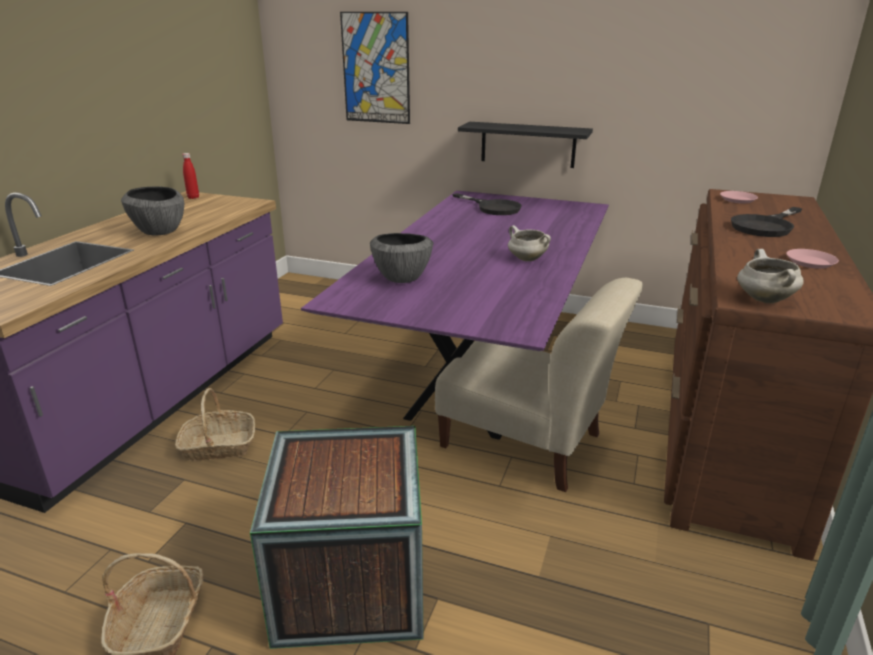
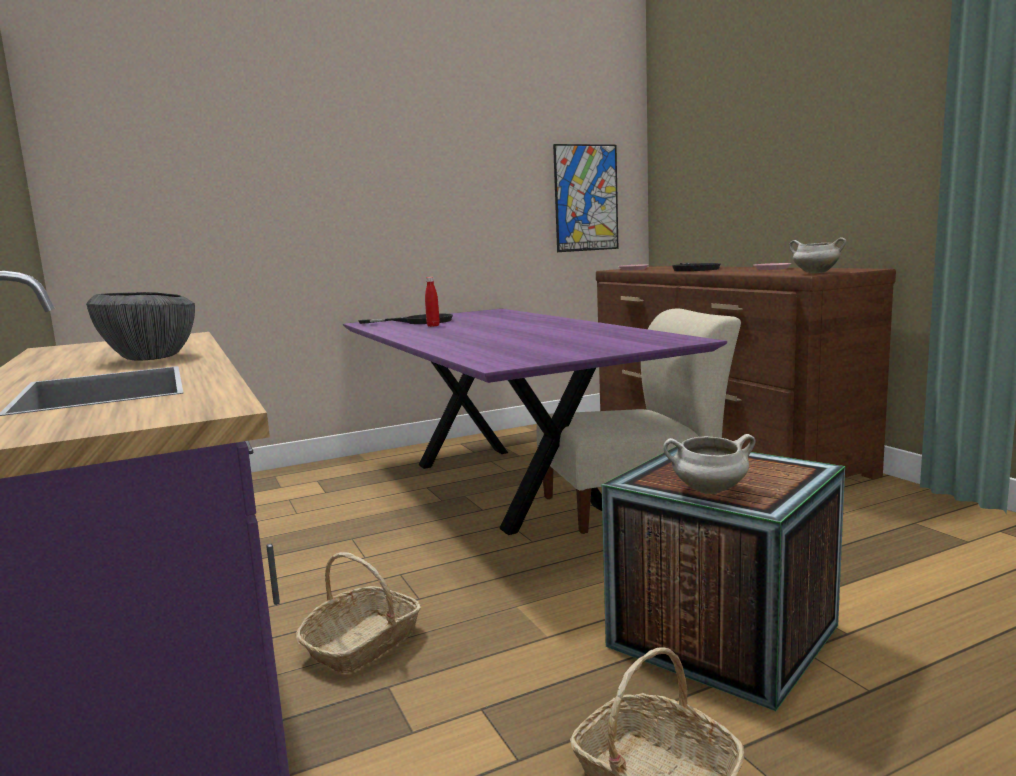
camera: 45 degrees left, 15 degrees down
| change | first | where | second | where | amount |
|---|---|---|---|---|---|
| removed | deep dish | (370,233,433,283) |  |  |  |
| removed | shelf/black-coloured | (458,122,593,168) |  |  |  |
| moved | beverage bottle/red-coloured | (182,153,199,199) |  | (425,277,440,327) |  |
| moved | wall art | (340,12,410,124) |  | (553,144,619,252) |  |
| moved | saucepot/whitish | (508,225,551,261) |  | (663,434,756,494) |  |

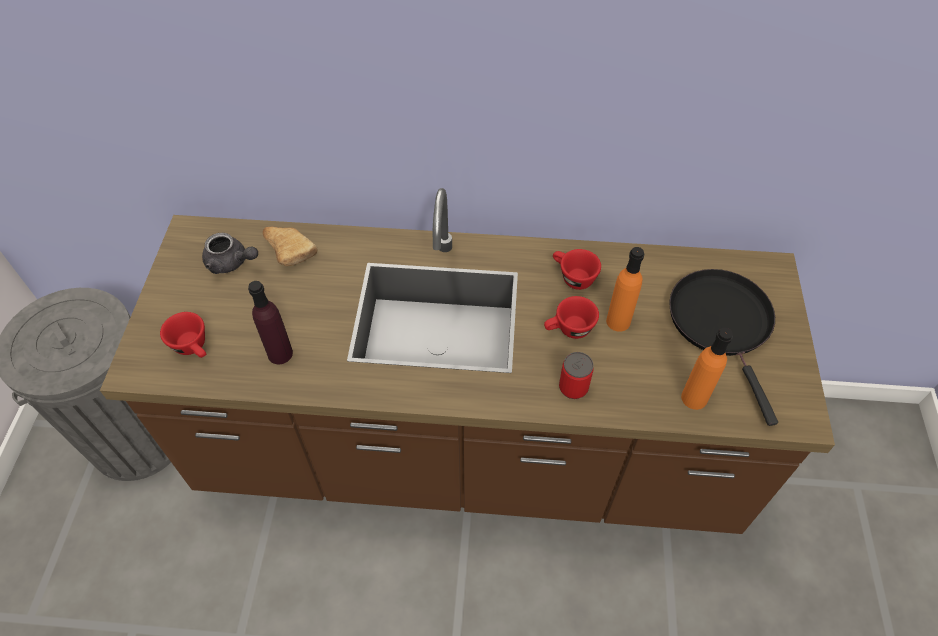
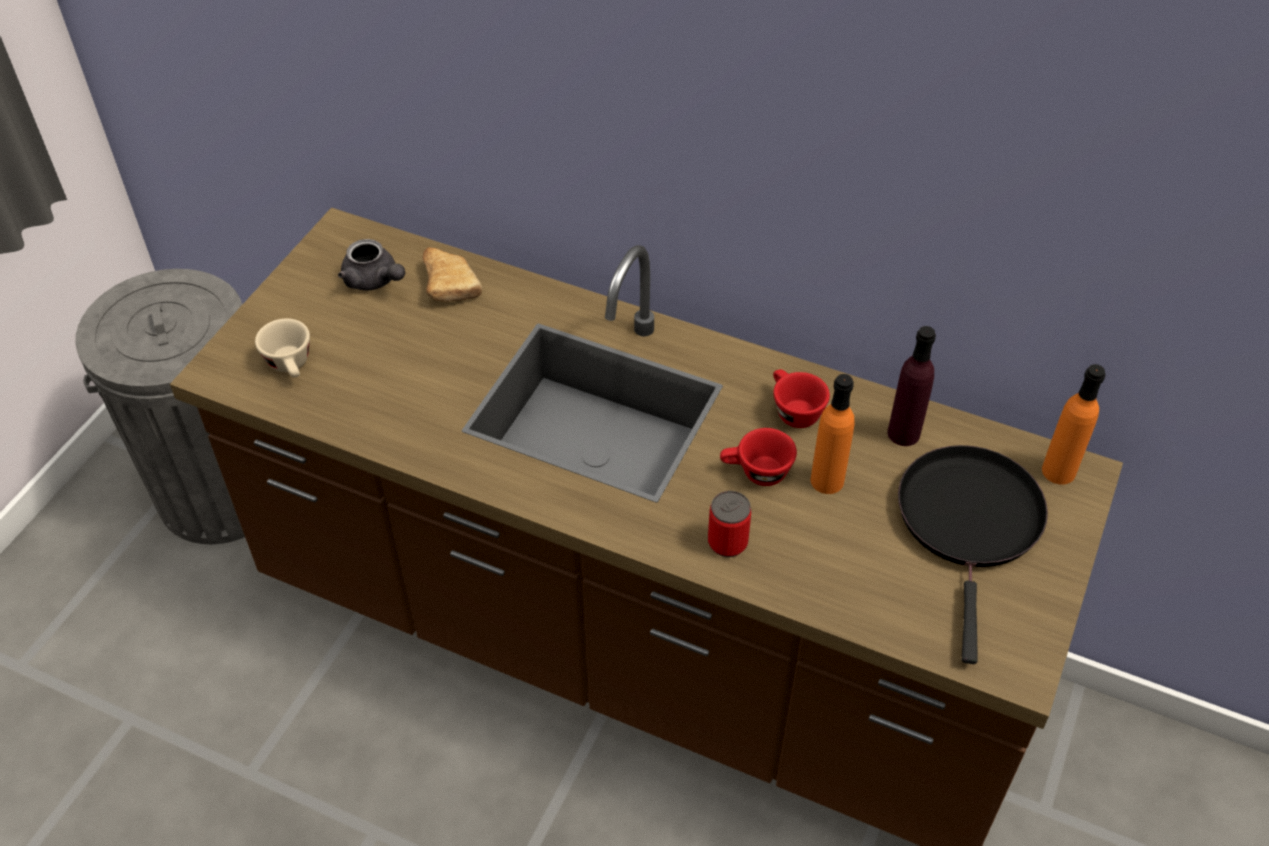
camera: 20 degrees right, 5 degrees down
| change | first | where | second | where | amount |
|---|---|---|---|---|---|
| moved | beverage bottle/purple | (248,281,293,364) |  | (887,326,936,446) |  |
| moved | beverage bottle/orange | (681,328,733,410) |  | (1042,364,1105,485) |  |
| recoloured | cup/red-coloured | (160,312,206,358) | cup/beige-coloured | (255,318,310,377) |  |

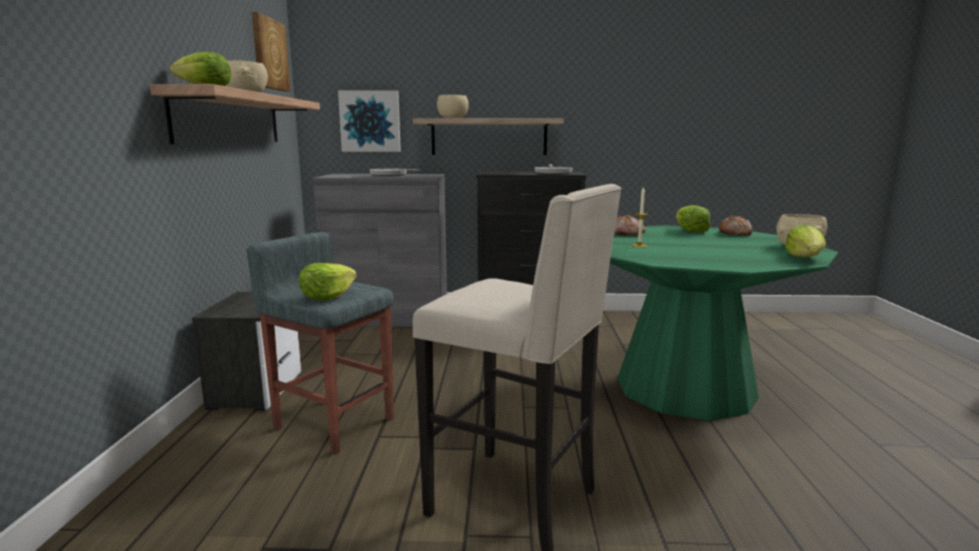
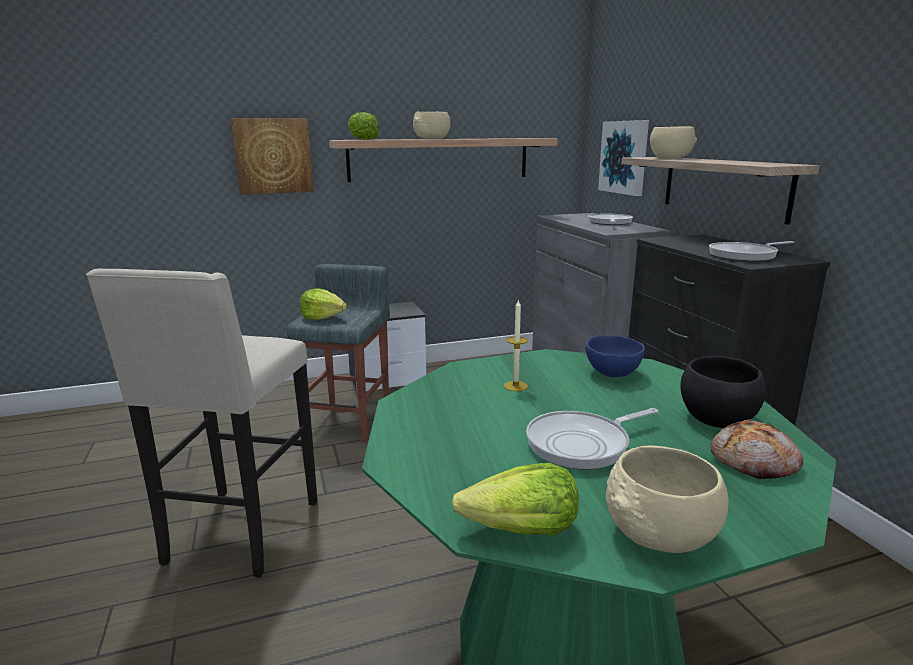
camera: 70 degrees right, 5 degrees up
| change | first | where | second | where | amount |
|---|---|---|---|---|---|
| added |  |  | skillet | (526,408,659,469) |  |
| moved | wall art | (252,12,290,92) |  | (231,118,314,194) |  |
| replaced | bread | (614,214,646,236) | deep dish/bluish | (586,335,645,377) |  |
| replaced | lettuce | (676,205,710,233) | deep dish/black-coloured | (680,356,766,428) |  |

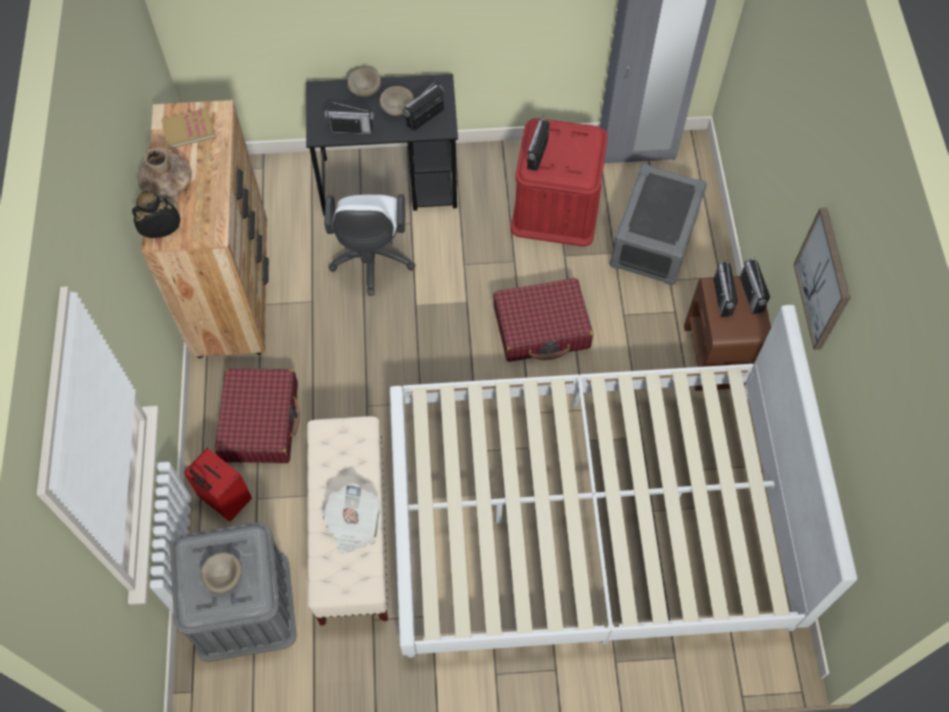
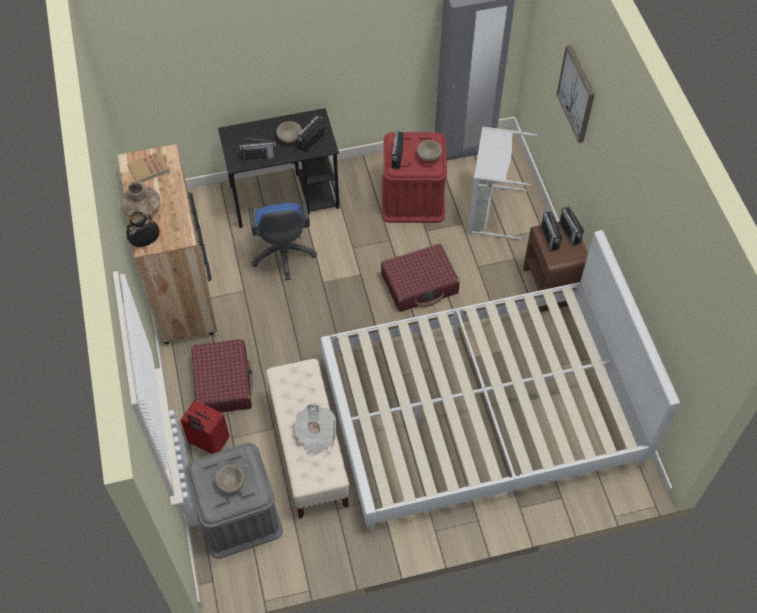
camera: 10 degrees left, 5 degrees down
| change | first | where | second | where | amount |
|---|---|---|---|---|---|
| moved | deep dish/beige-coloured | (347,67,381,97) |  | (417,140,442,161) |  |
| moved | wall art | (794,207,851,350) |  | (556,45,595,143) |  |
| replaced | storage box/grey | (610,164,707,285) | laundry basket/grey | (468,126,537,240) |  |
| recoloured | office chair/whitish | (324,194,416,296) | office chair/bluish | (248,199,317,280) |  |

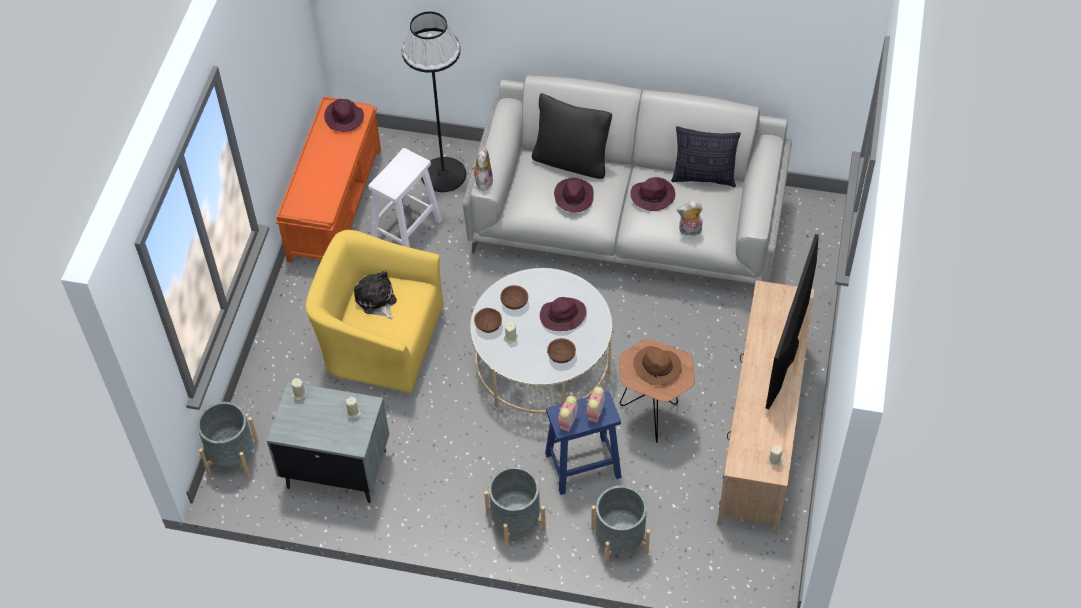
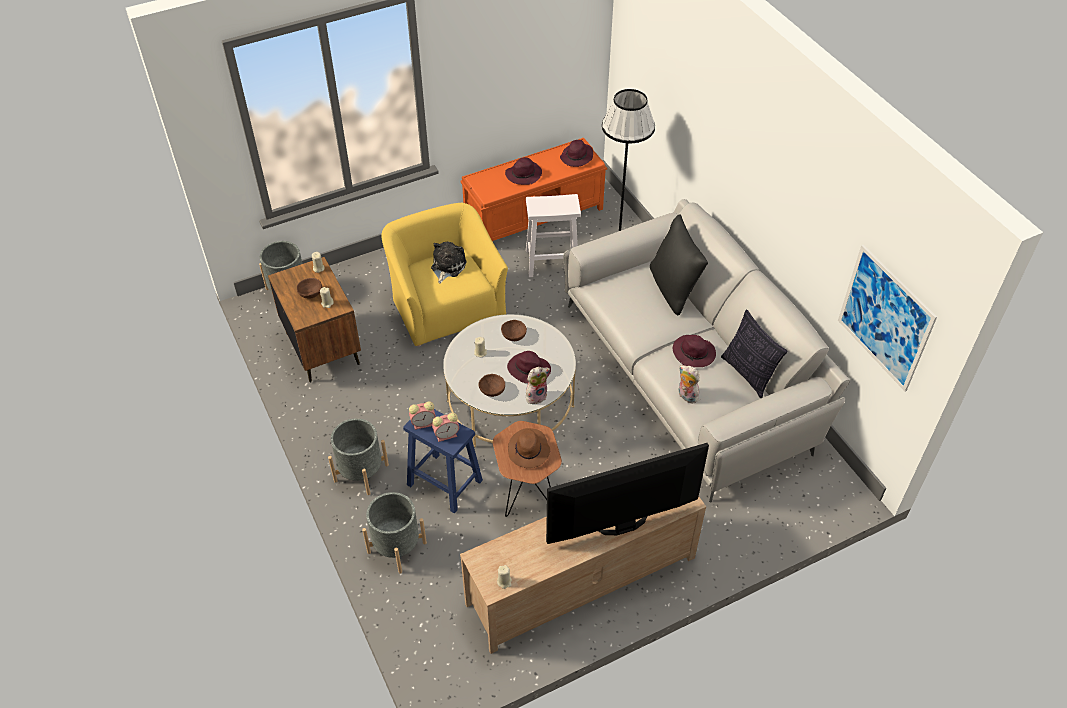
camera: 50 degrees right, 5 degrees down
| change | first | where | second | where | amount |
|---|---|---|---|---|---|
| added |  |  | wall art | (838,245,937,391) |  |
| moved | plush toy | (472,147,493,191) |  | (526,367,550,404) |  |
| moved | deep dish/brown | (474,308,502,333) |  | (297,278,322,299) |  |
| moved | hat/purple | (554,178,594,213) |  | (505,157,542,185) |  |
| recoloured | nightstand/grey | (267,382,389,503) | nightstand/brown | (268,257,361,383) |  |

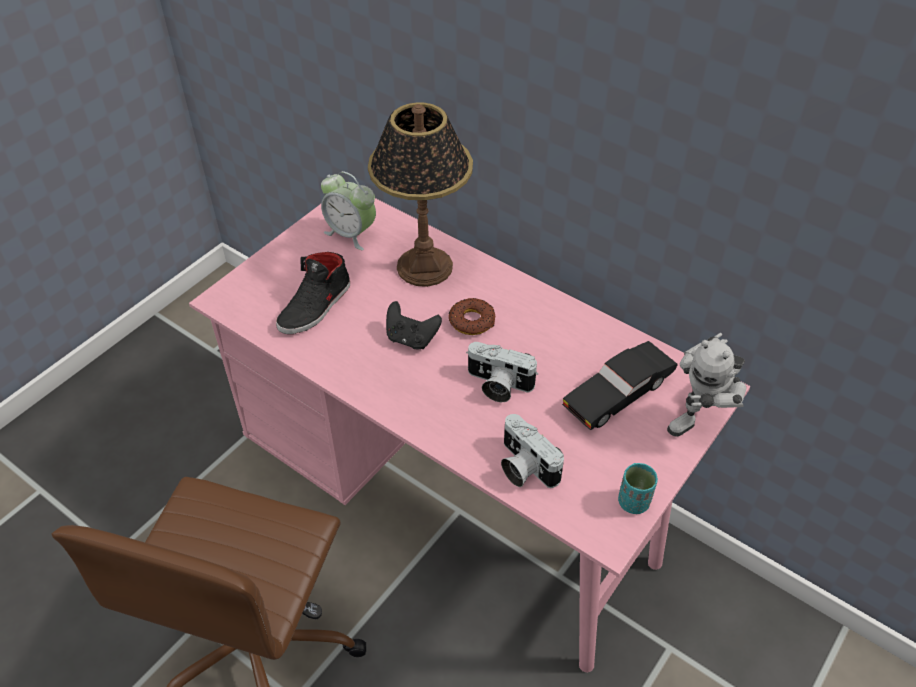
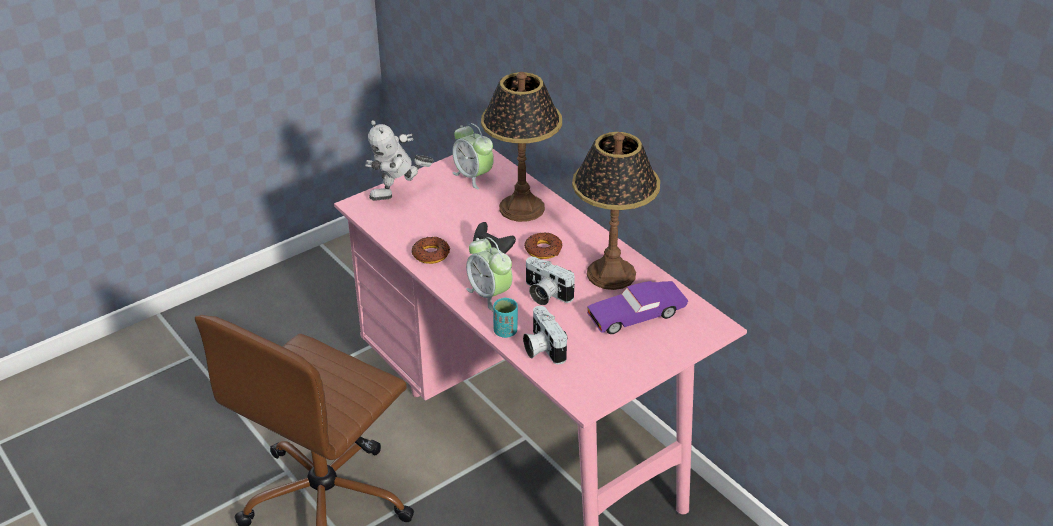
camera: 15 degrees right, 10 degrees down
| change | first | where | second | where | amount |
|---|---|---|---|---|---|
| removed | shoe/black-coloured | (276,252,350,334) |  |  |  |
| added |  |  | doughnut | (412,237,450,264) |  |
| added |  |  | bedside clock | (466,237,513,311) |  |
| added |  |  | tabletop lamp | (572,132,660,290) |  |
| moved | cup/turquoise | (618,463,658,514) |  | (493,297,518,338) |  |
| moved | robot figure | (667,333,746,436) |  | (365,120,434,201) |  |
| recoloured | toy car/black-coloured | (562,341,678,430) | toy car/purple | (587,281,688,334) |  |

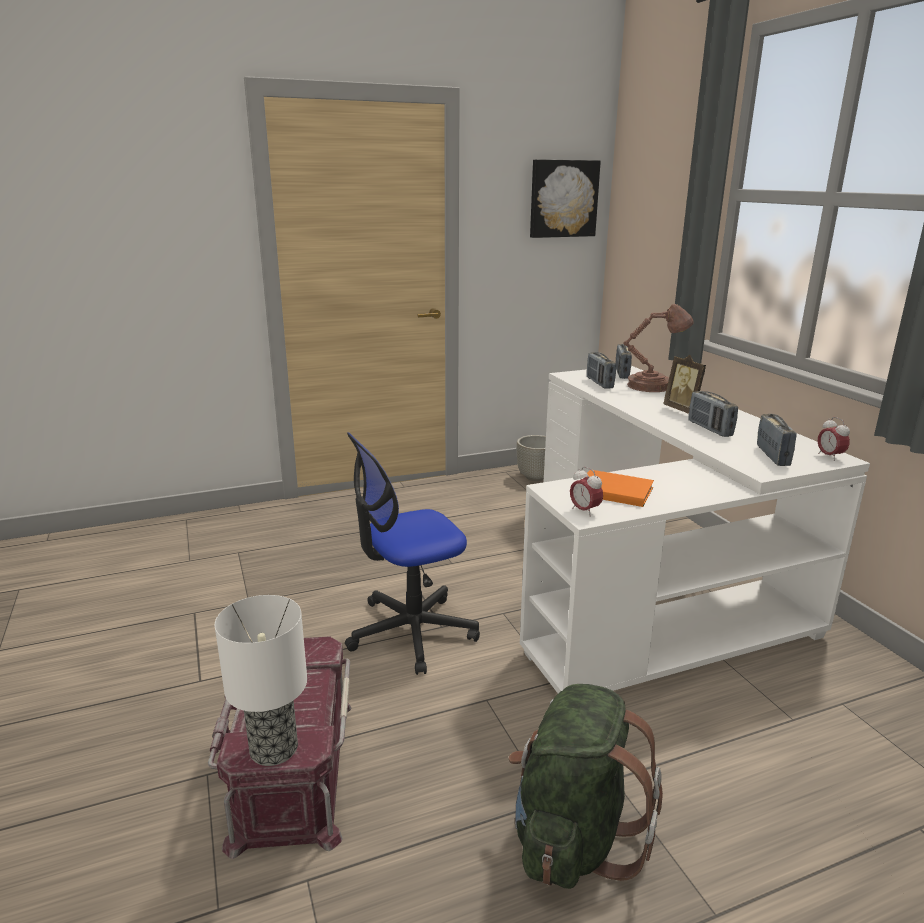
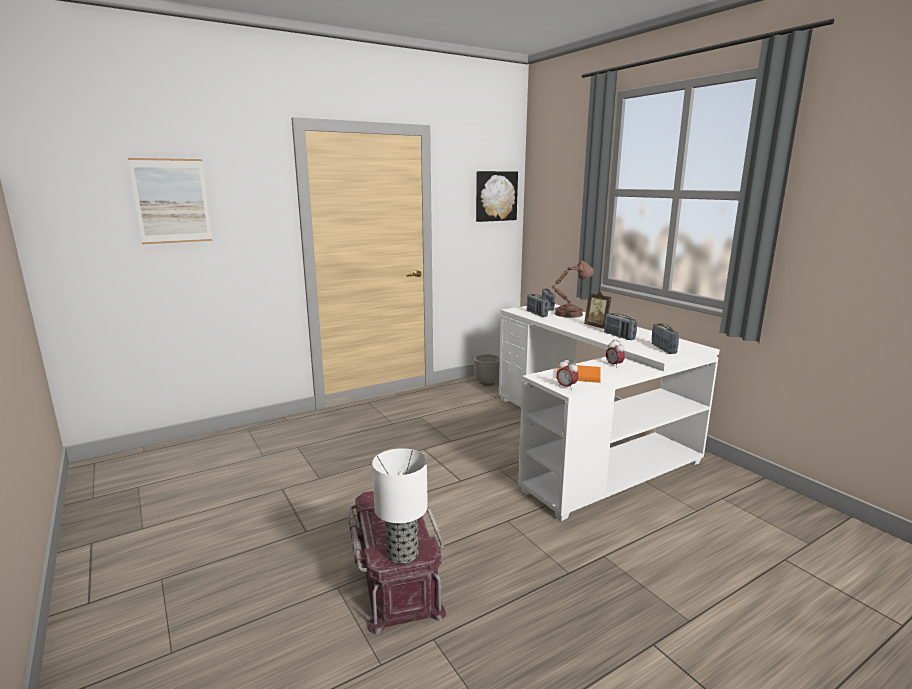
camera: 10 degrees left, 5 degrees down
| change | first | where | second | where | amount |
|---|---|---|---|---|---|
| removed | office chair | (345,432,480,675) |  |  |  |
| removed | rucksack/green | (509,684,663,889) |  |  |  |
| added |  |  | wall art | (128,158,212,244) |  |
| moved | bedside clock | (818,417,850,461) |  | (606,340,625,367) |  |

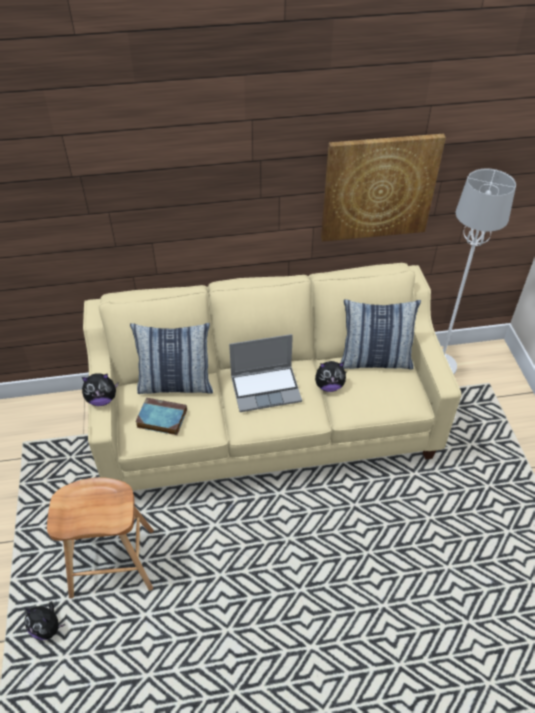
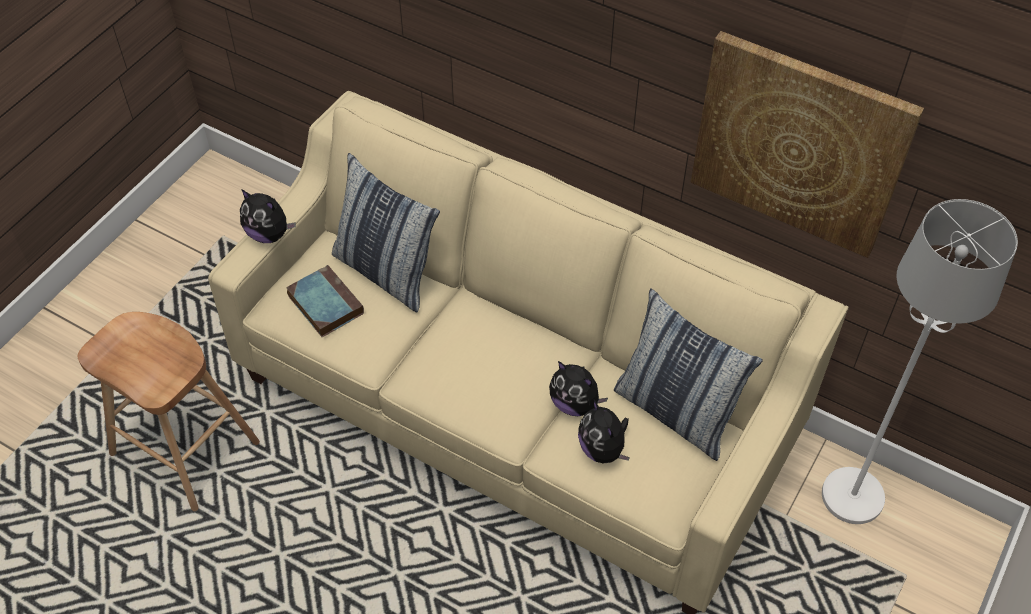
camera: 40 degrees right, 5 degrees up
| change | first | where | second | where | amount |
|---|---|---|---|---|---|
| removed | laptop | (229,334,302,412) |  |  |  |
| moved | plush toy | (25,601,65,640) |  | (578,399,630,464) |  |

